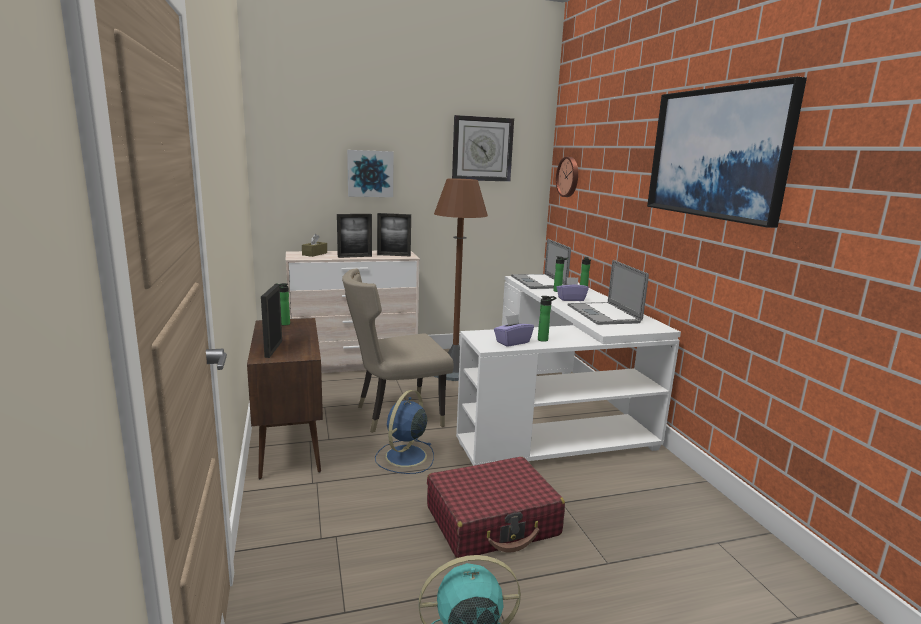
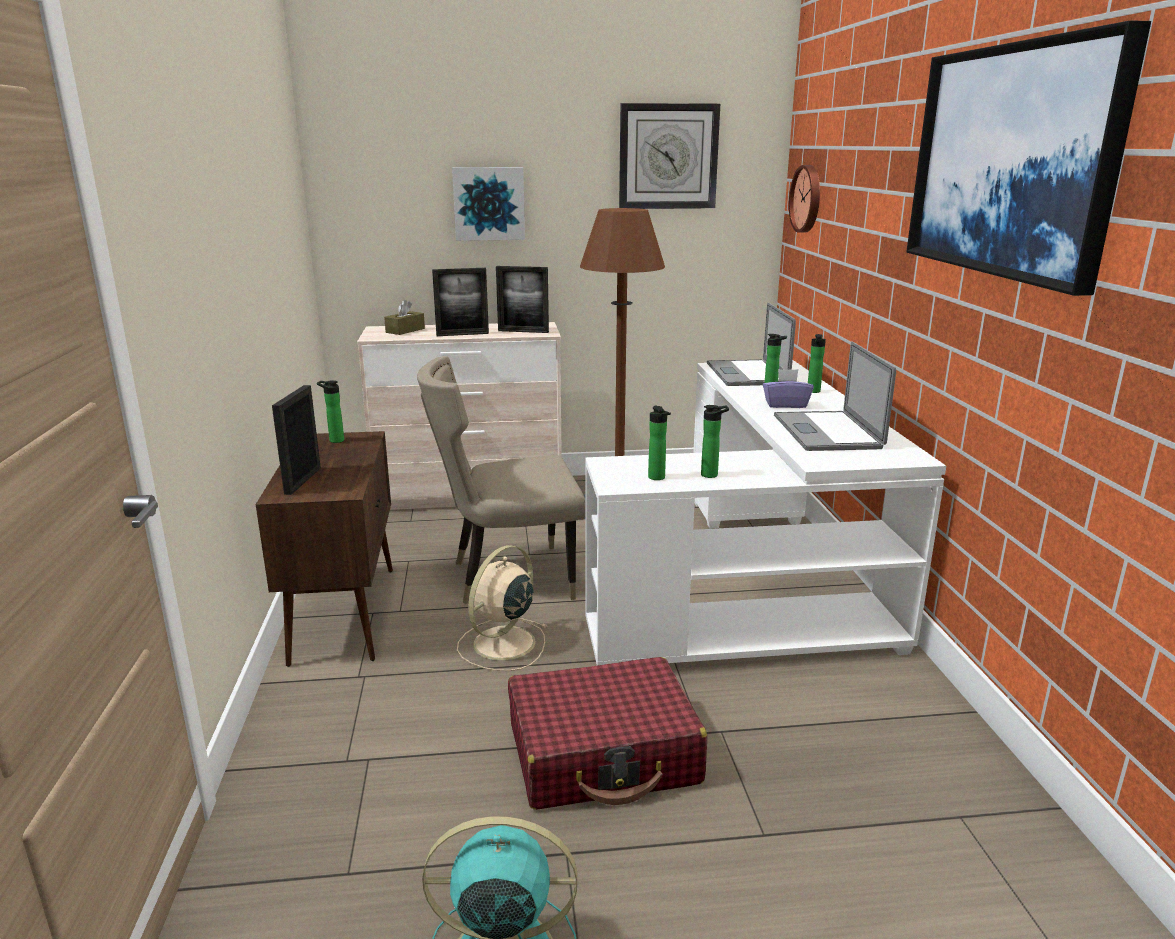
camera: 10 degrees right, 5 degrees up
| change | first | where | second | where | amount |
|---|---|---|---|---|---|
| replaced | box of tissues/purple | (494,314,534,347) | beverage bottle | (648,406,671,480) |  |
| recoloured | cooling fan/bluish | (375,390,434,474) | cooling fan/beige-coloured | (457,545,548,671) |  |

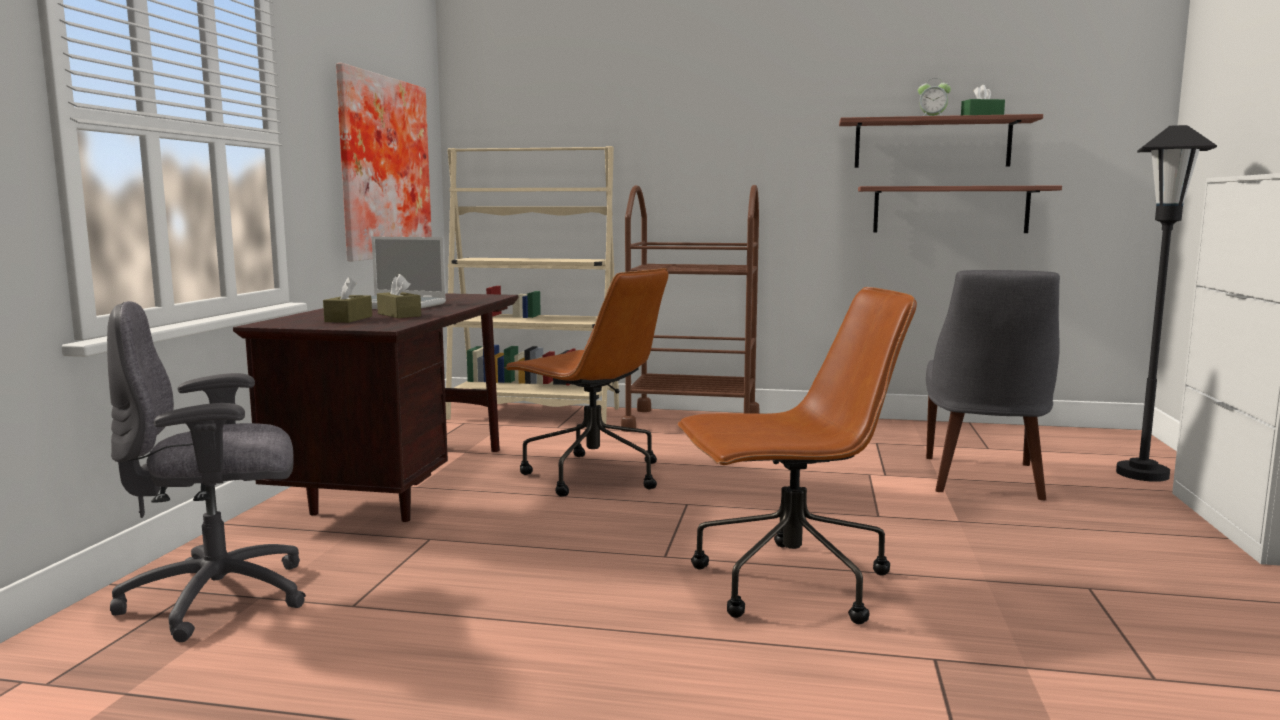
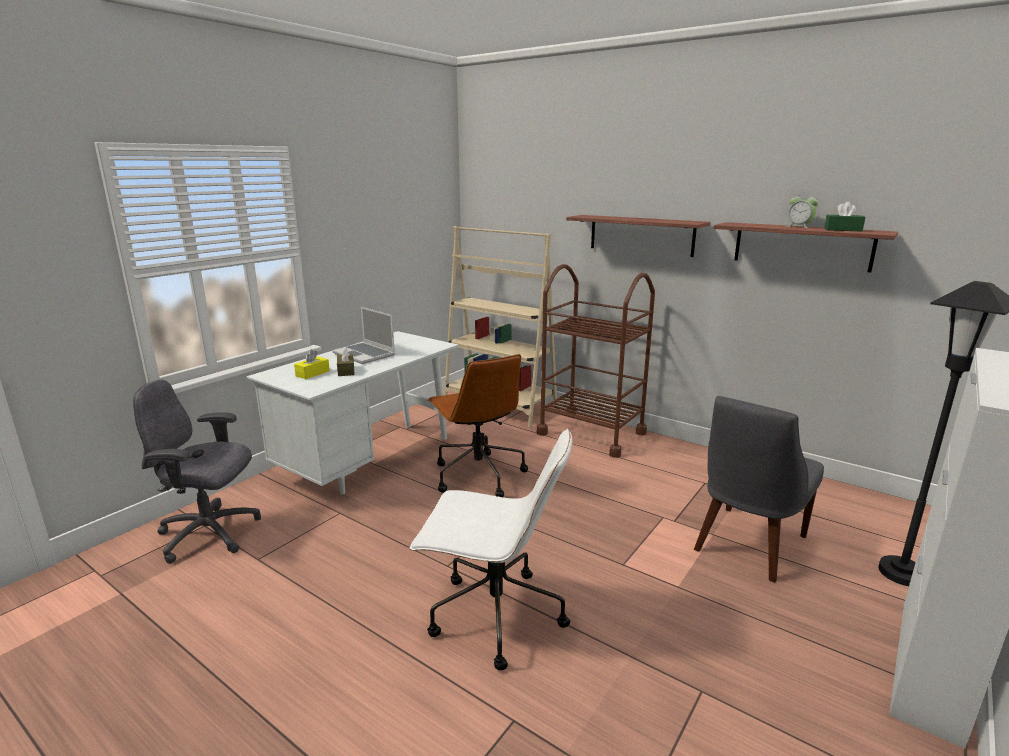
camera: 25 degrees right, 10 degrees up
| change | first | where | second | where | amount |
|---|---|---|---|---|---|
| removed | wall art | (336,63,432,261) |  |  |  |
| moved | shelf | (858,186,1062,233) |  | (566,215,711,257) |  |
| recoloured | desk table/brown | (233,293,519,522) | desk table/whitish | (247,331,458,495) |  |
| recoloured | box of tissues/brown | (323,277,372,323) | box of tissues/yellow-coloured | (294,350,330,379) |  |
| recoloured | office chair/brown | (678,287,917,624) | office chair/whitish | (409,429,572,670) |  |

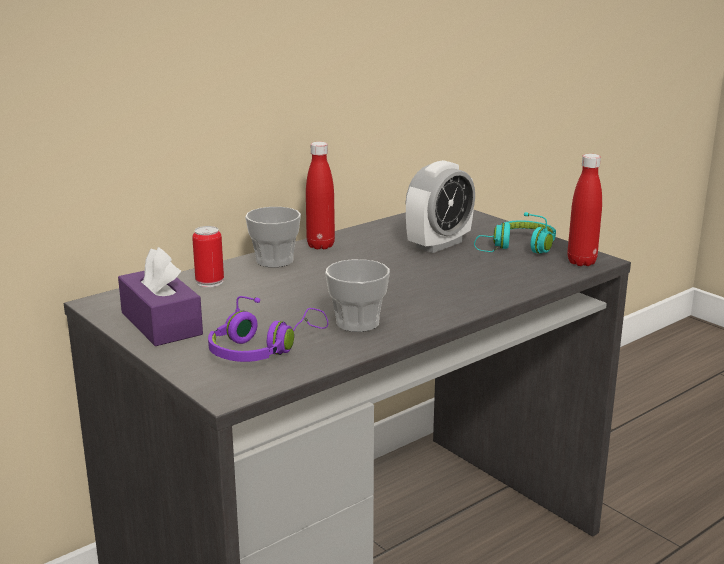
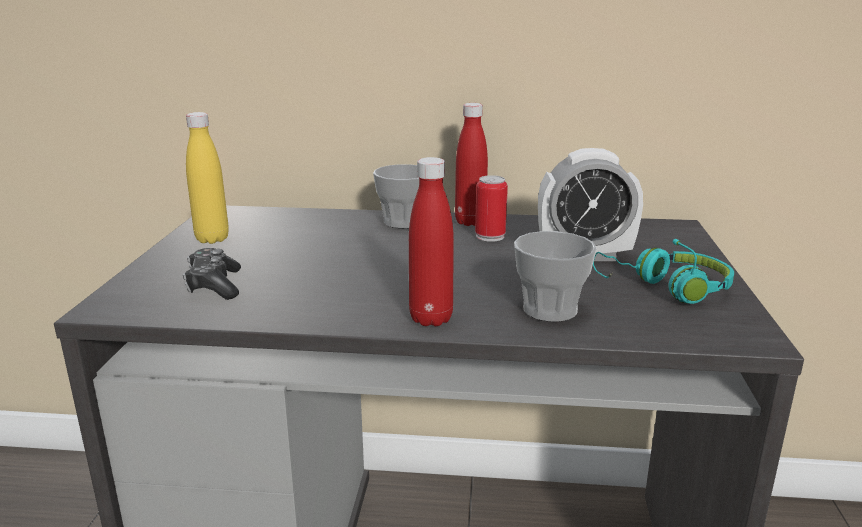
camera: 45 degrees right, 0 degrees up
| change | first | where | second | where | amount |
|---|---|---|---|---|---|
| moved | metal can | (192,226,224,288) |  | (475,175,508,242) |  |
| moved | cup | (325,259,390,332) |  | (514,231,597,322) |  |
| moved | beverage bottle/red-coloured | (567,154,602,266) |  | (409,157,454,326) |  |
| replaced | box of tissues/purple | (118,247,203,346) | beverage bottle/yellow-coloured | (186,112,229,244) |  |
| replaced | pair of headphones/purple | (208,296,328,362) | game controller | (183,248,241,300) |  |

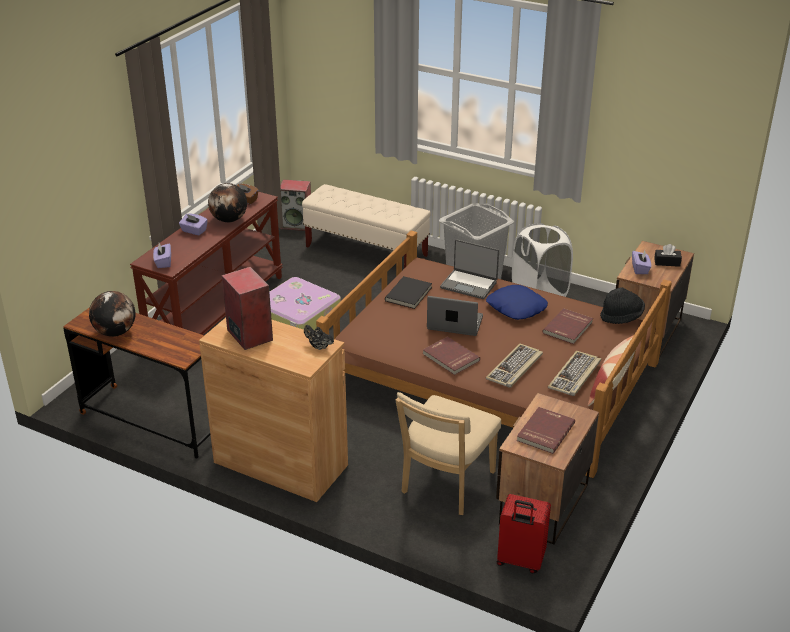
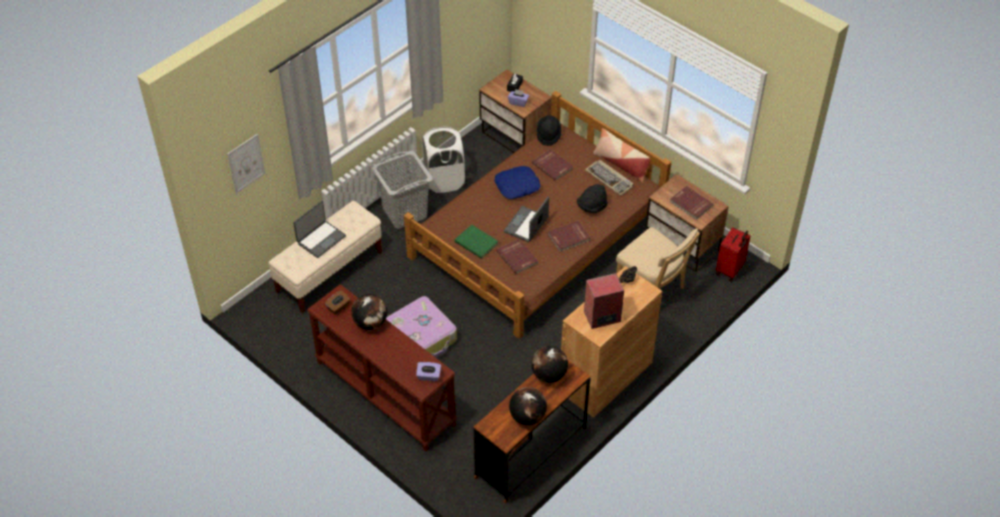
camera: 75 degrees left, 15 degrees up
| change | first | where | second | where | amount |
|---|---|---|---|---|---|
| removed | box of tissues/purple | (179,214,208,235) |  |  |  |
| removed | loudspeaker | (280,180,311,231) |  |  |  |
| added |  |  | wall art | (227,134,265,194) |  |
| added |  |  | book/red-coloured | (496,239,538,274) |  |
| added |  |  | desk globe | (531,346,568,383) |  |
| moved | laptop | (440,239,499,299) |  | (293,201,346,258) |  |
| replaced | keyboard | (486,344,543,388) | hat/black-coloured | (577,184,607,213) |  |
| recoloured | book/black-coloured | (385,276,432,309) | book/green | (454,225,498,259) |  |

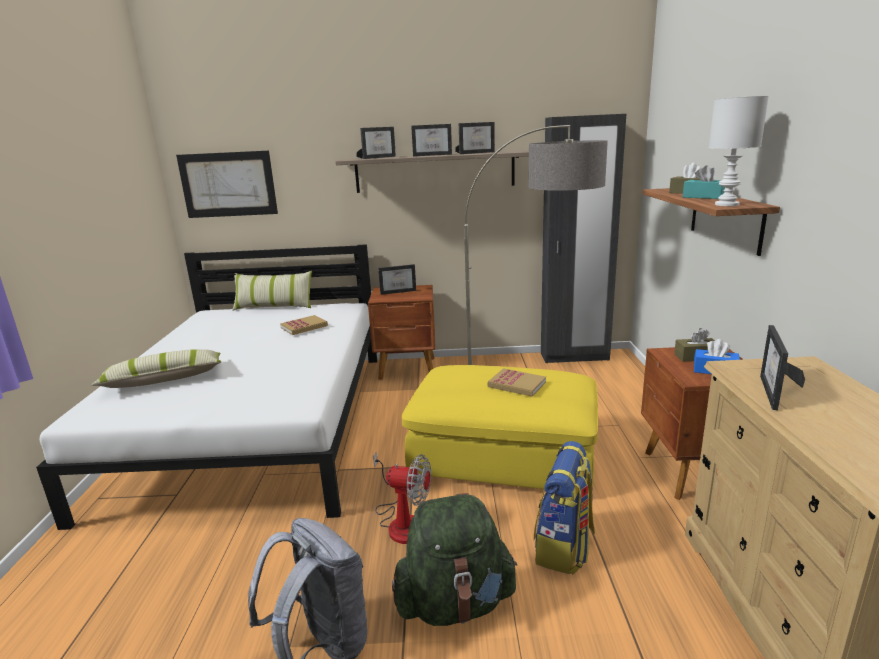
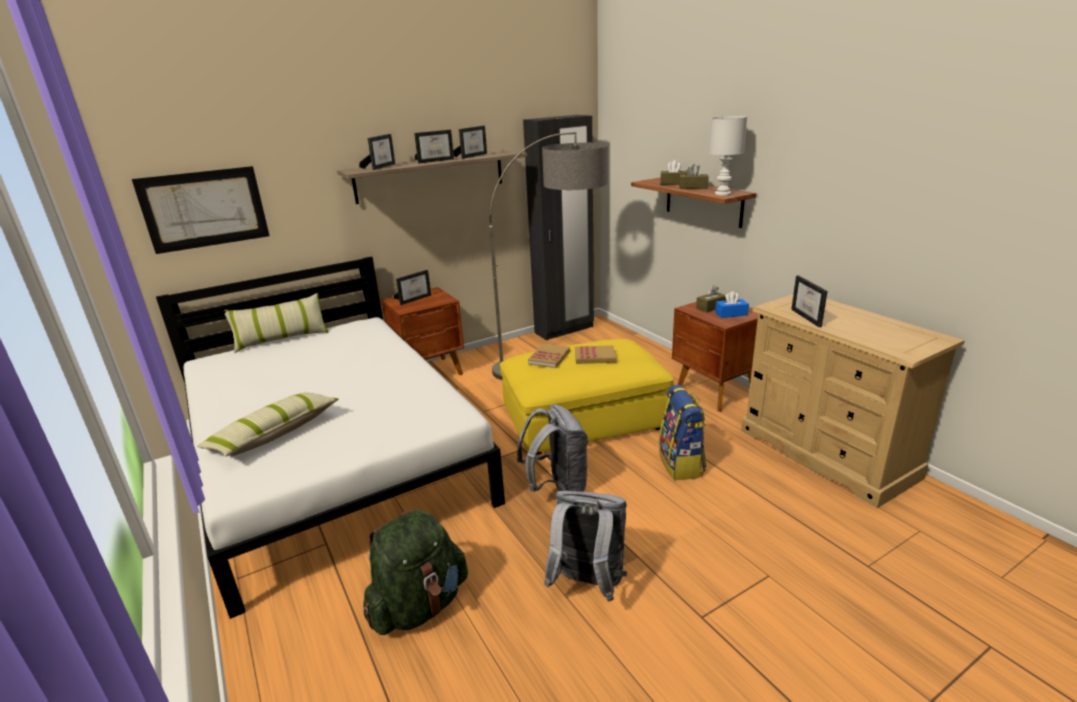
camera: 30 degrees left, 5 degrees up
| change | first | where | second | where | amount |
|---|---|---|---|---|---|
| moved | book | (280,315,328,335) |  | (528,344,570,368) |  |
| moved | rucksack/green | (392,493,517,626) |  | (363,510,468,635) |  |
| replaced | cooling fan | (373,451,431,544) | rucksack/grey | (517,404,588,492) |  |
| recoloured | box of tissues/turquoise | (683,165,725,199) | box of tissues/brown | (679,164,709,189) |  |

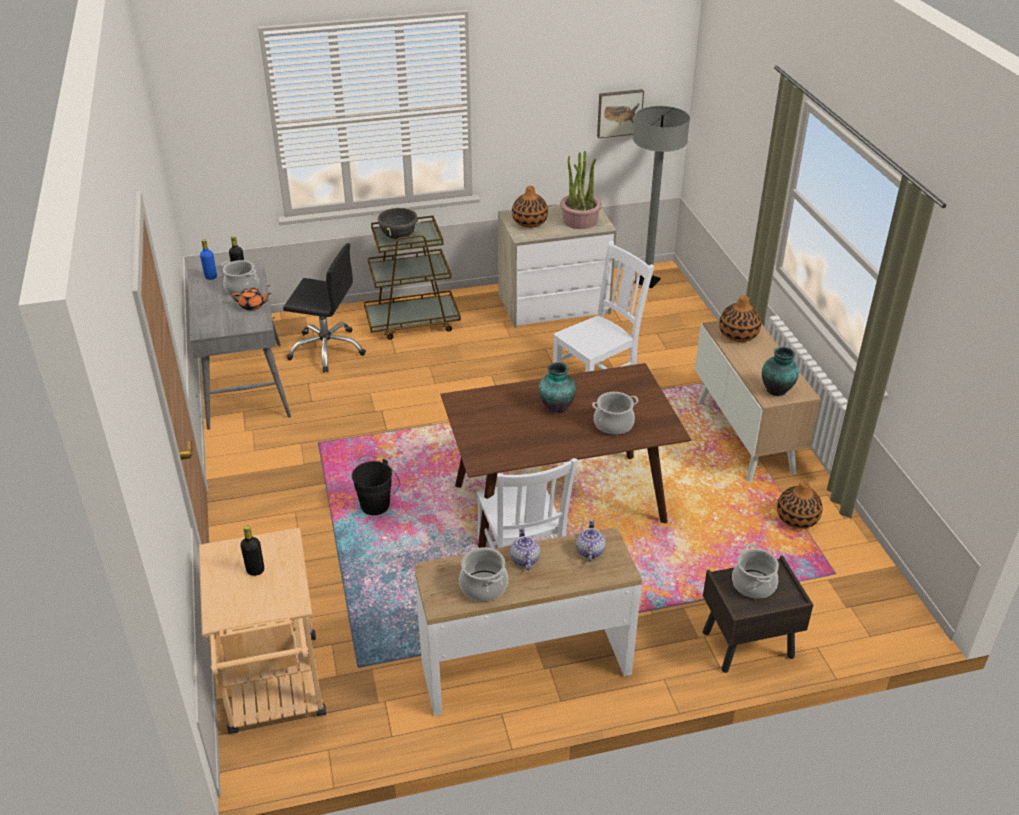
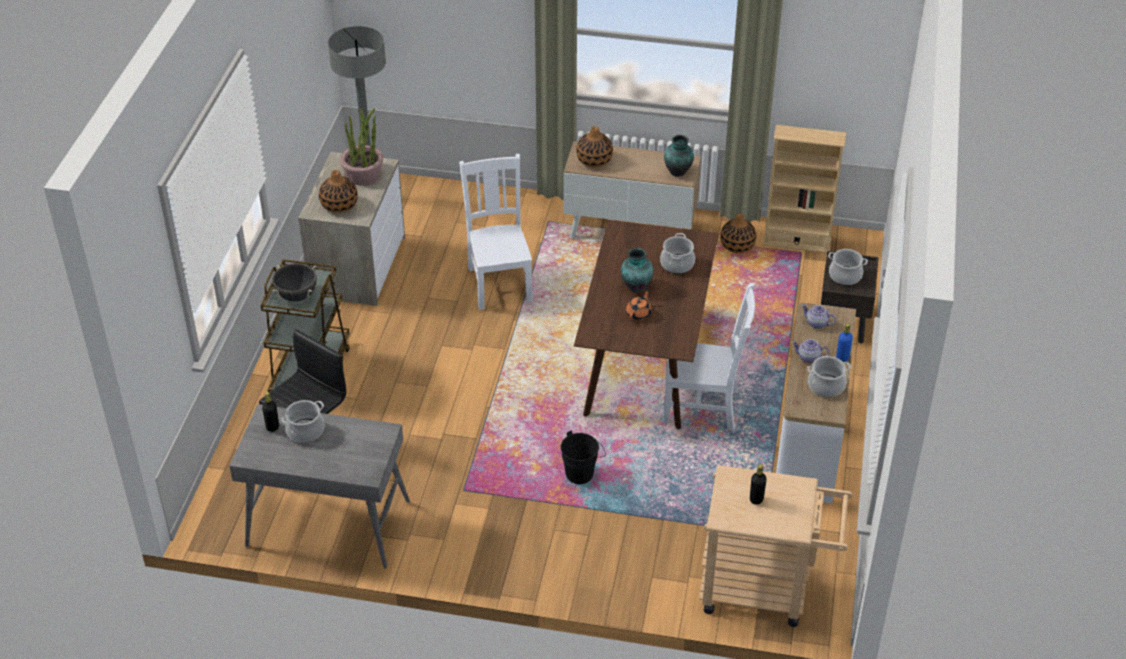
camera: 65 degrees left, 5 degrees up
| change | first | where | second | where | amount |
|---|---|---|---|---|---|
| removed | wall art | (597,89,644,138) |  |  |  |
| added |  |  | bookshelf/beige-coloured | (762,125,846,253) |  |
| moved | beverage bottle/bluish | (200,239,217,280) |  | (836,323,853,362) |  |
| moved | tea pot/orange | (232,288,271,311) |  | (626,289,652,320) |  |

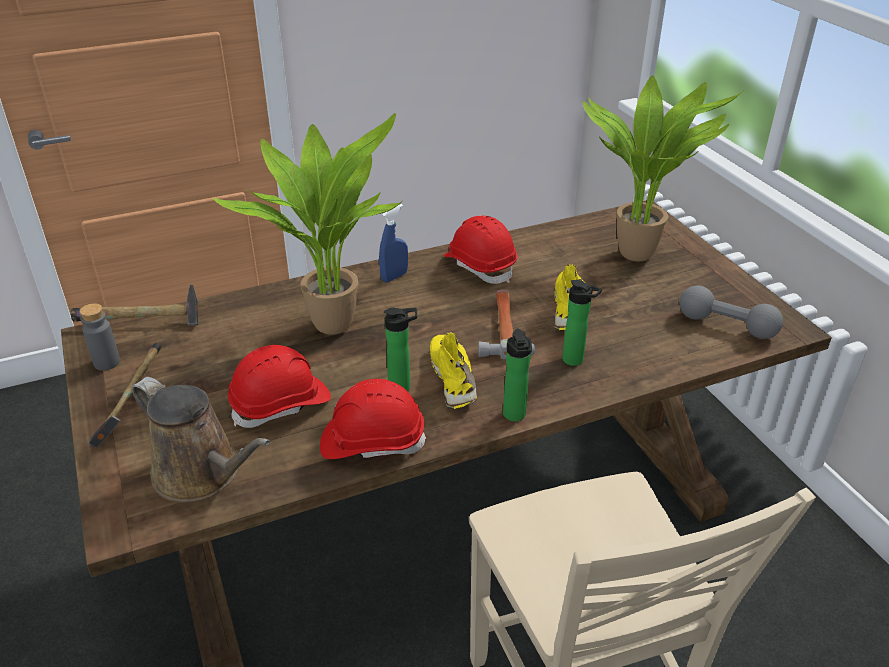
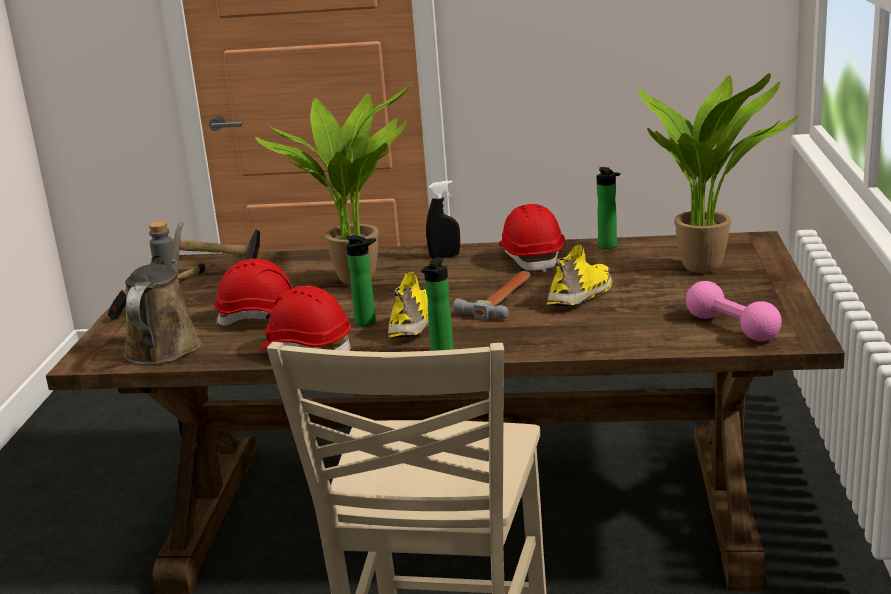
camera: 30 degrees right, 15 degrees down
| change | first | where | second | where | amount |
|---|---|---|---|---|---|
| moved | beverage bottle | (562,280,602,366) |  | (597,167,620,249) |  |
| recoloured | sprayer/bluish | (379,204,408,282) | sprayer/black-coloured | (426,181,460,259) |  |
| recoloured | dumbbell/grey | (679,286,783,339) | dumbbell/pinkish | (686,281,782,341) |  |
| turned | sprinkling can/brown | (132,377,271,502) |  | (123,222,201,365) | 150 degrees counterclockwise |

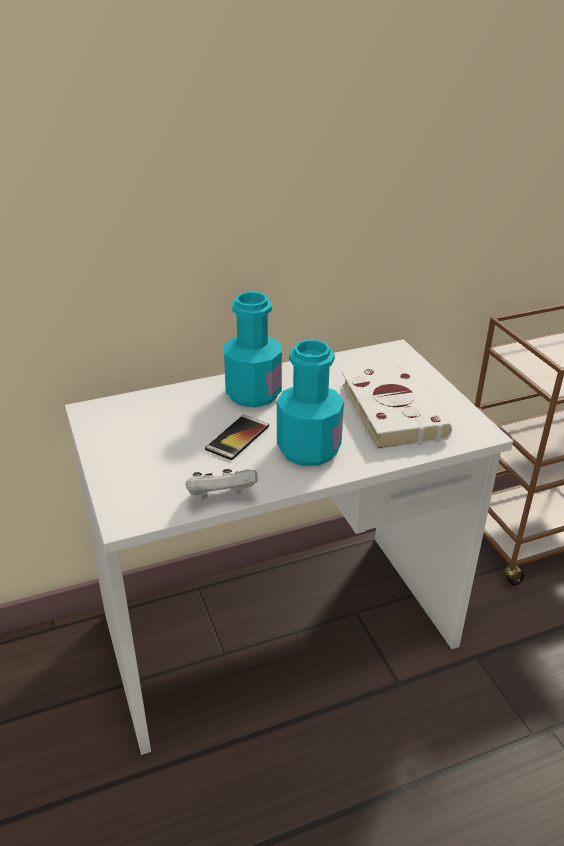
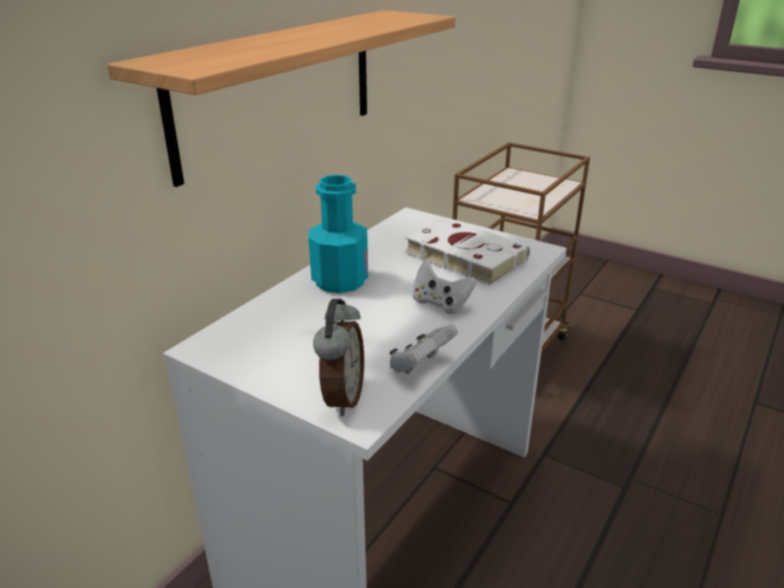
camera: 35 degrees left, 5 degrees down
| change | first | where | second | where | amount |
|---|---|---|---|---|---|
| removed | telephone | (205,415,269,460) |  |  |  |
| added |  |  | shelf | (107,10,455,187) |  |
| added |  |  | bedside clock | (313,299,364,416) |  |
| replaced | beverage bottle/turquoise | (277,340,344,466) | game controller/whitish | (413,261,476,314) |  |

